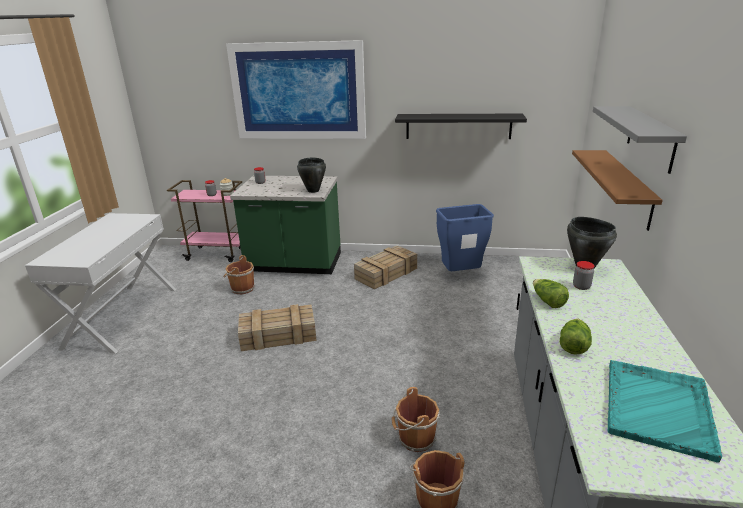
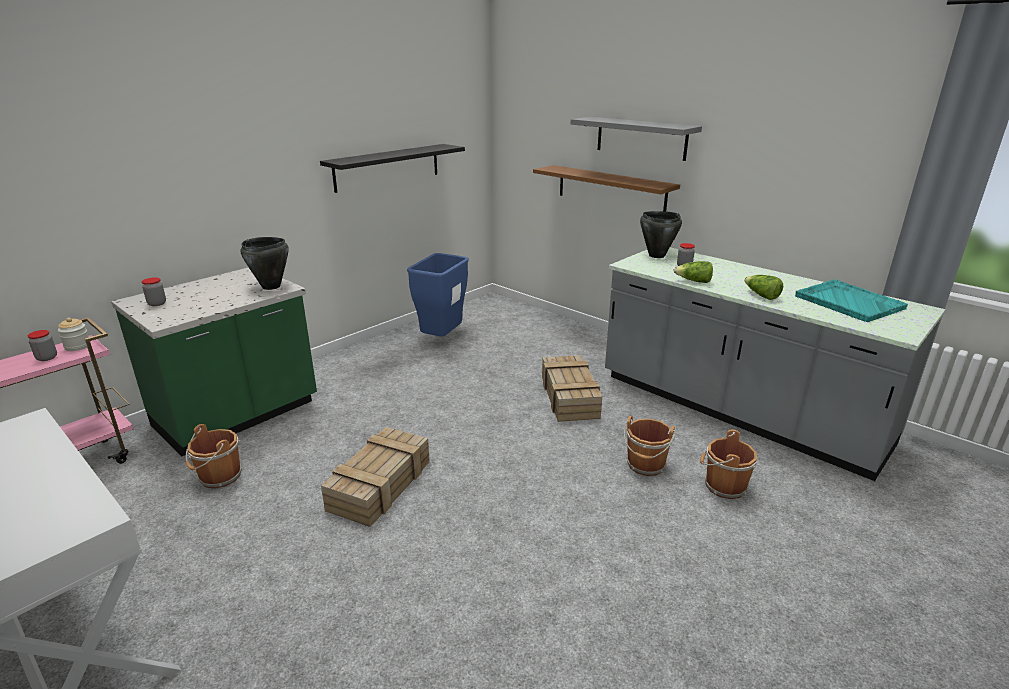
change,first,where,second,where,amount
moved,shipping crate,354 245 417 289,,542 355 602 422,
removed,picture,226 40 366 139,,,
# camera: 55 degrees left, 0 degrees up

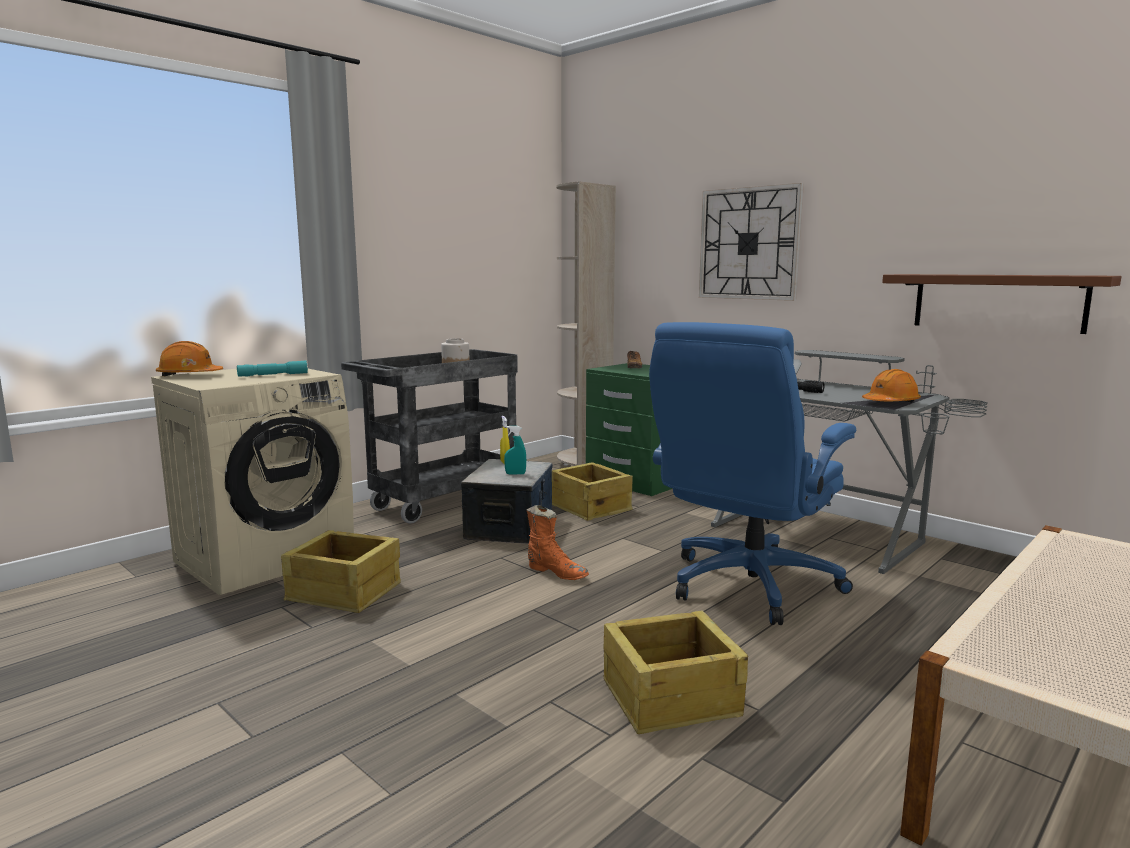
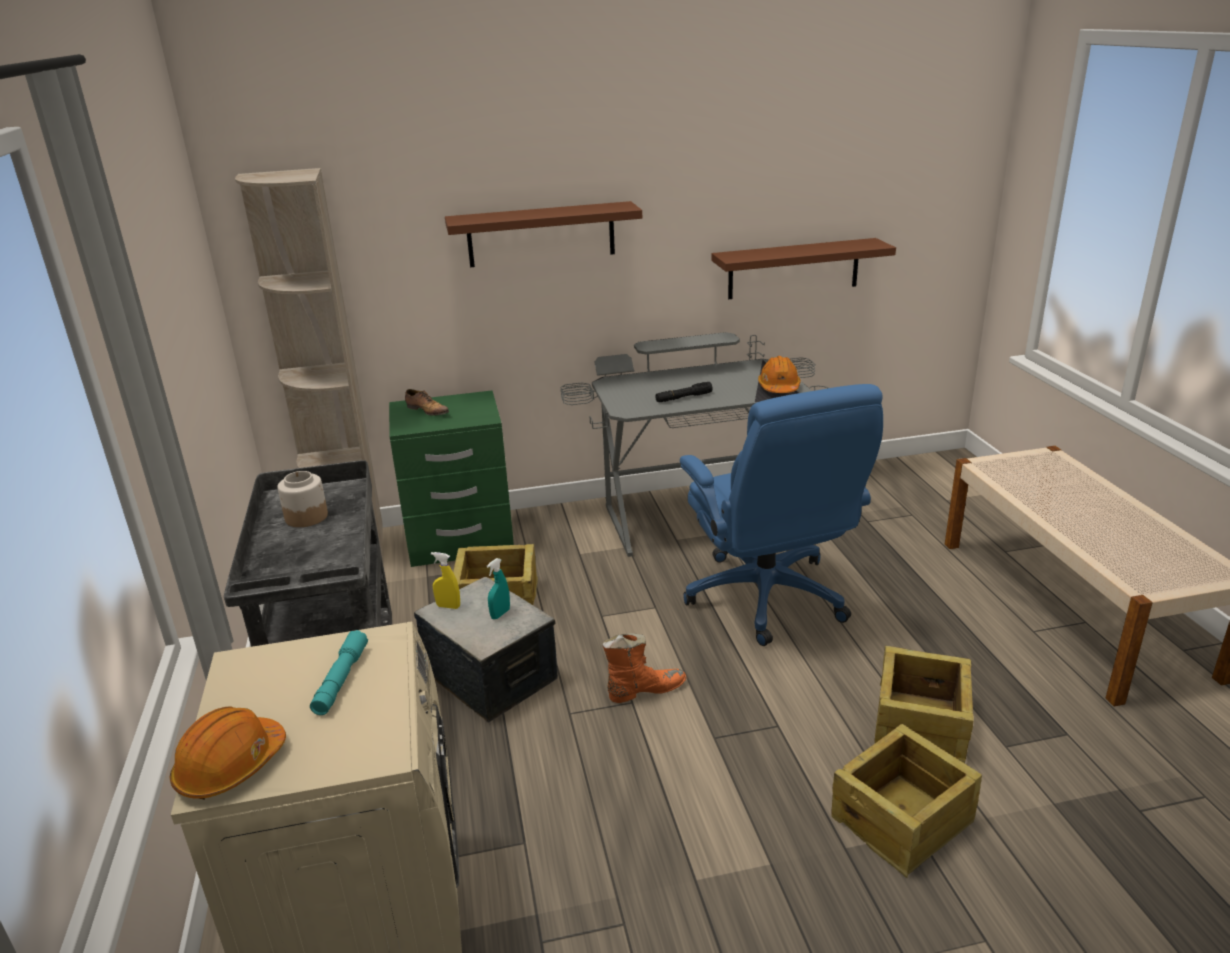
change,first,where,second,where,amount
replaced,wall clock,699 183 804 301,brownish shelf,445 201 642 267,
moved,shipping crate,281 530 401 613,,831 724 982 878,
# camera: 55 degrees left, 15 degrees up

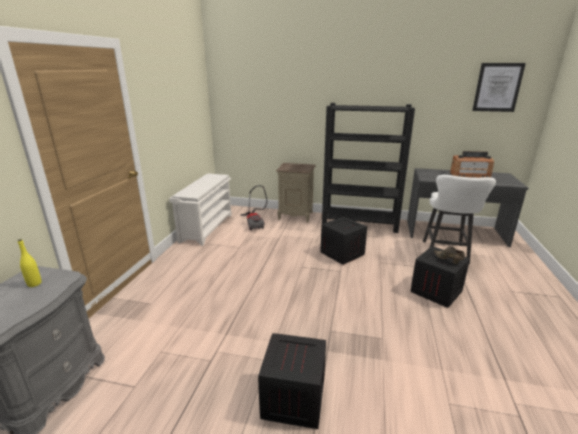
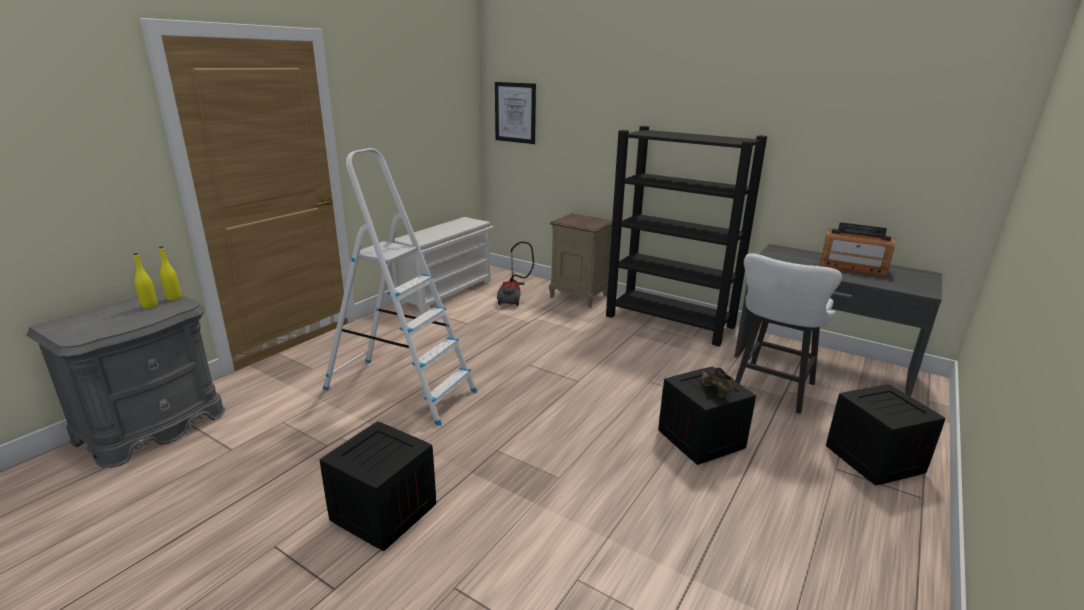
change,first,where,second,where,amount
added,,,yellow-coloured beverage bottle,159 246 181 300,
added,,,white step ladder,323 148 477 426,
moved,picture,472 63 526 112,,495 82 536 144,
moved,shipping crate,321 217 367 265,,826 384 945 486,
# camera: 20 degrees right, 0 degrees up

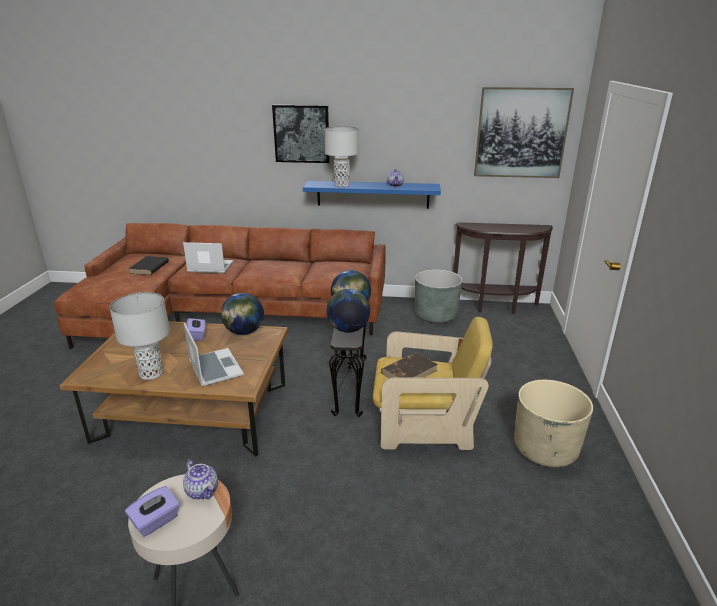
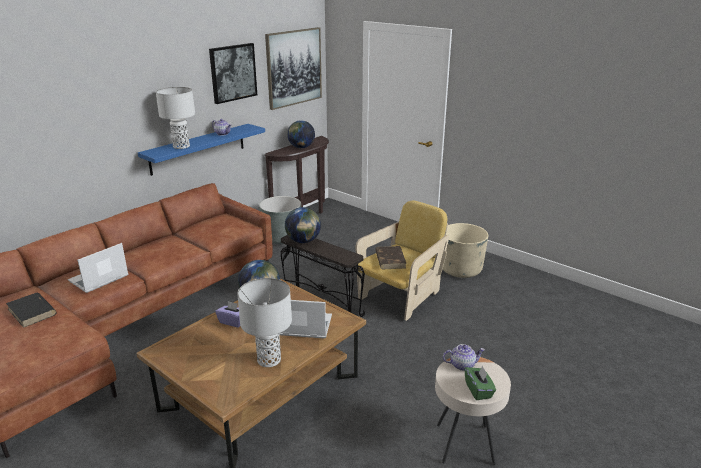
change,first,where,second,where,amount
moved,picture,272 105 330 163,,209 43 257 104,
moved,world globe,327 289 370 333,,287 120 315 148,
recoloured,purple tissue holder,125 486 180 537,green-coloured tissue holder,465 365 496 400,
# camera: 55 degrees left, 0 degrees up

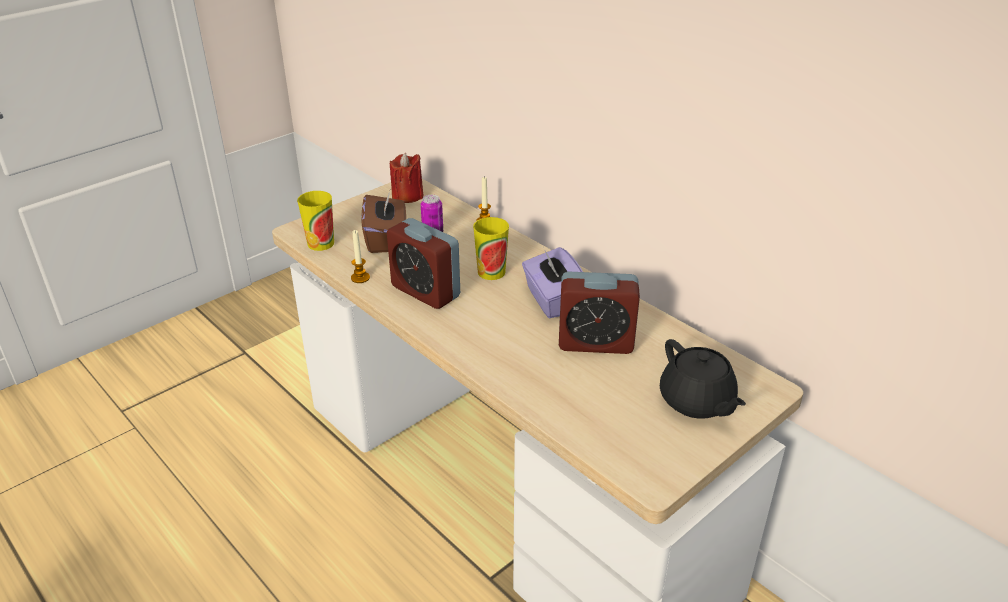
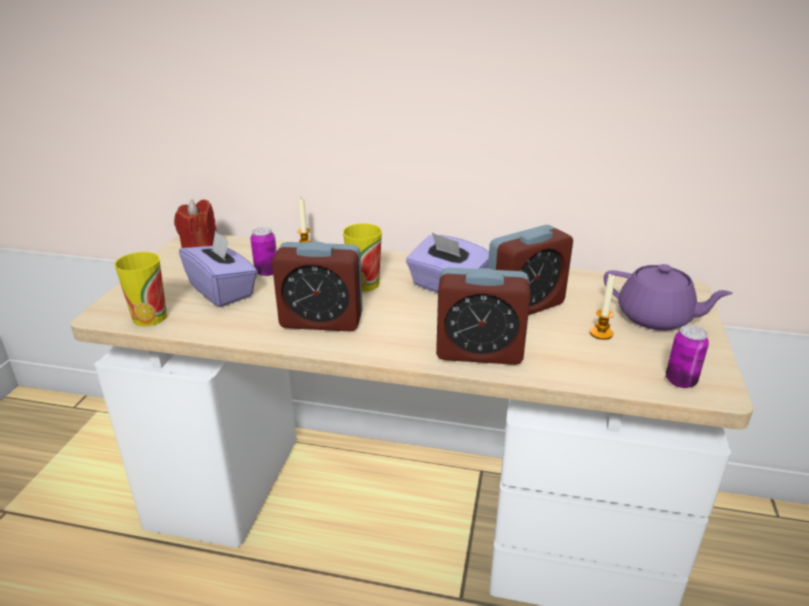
change,first,where,second,where,amount
recoloured,brownish tissue holder,362 188 406 253,purple tissue holder,179 230 258 307,
added,,,table clock,436 268 531 365,
moved,candle,351 230 370 283,,590 274 615 340,
recoloured,black-coloured pot for tea,660 339 746 419,purple pot for tea,604 264 733 331,
added,,,can,666 325 709 388,
# camera: 35 degrees left, 5 degrees down

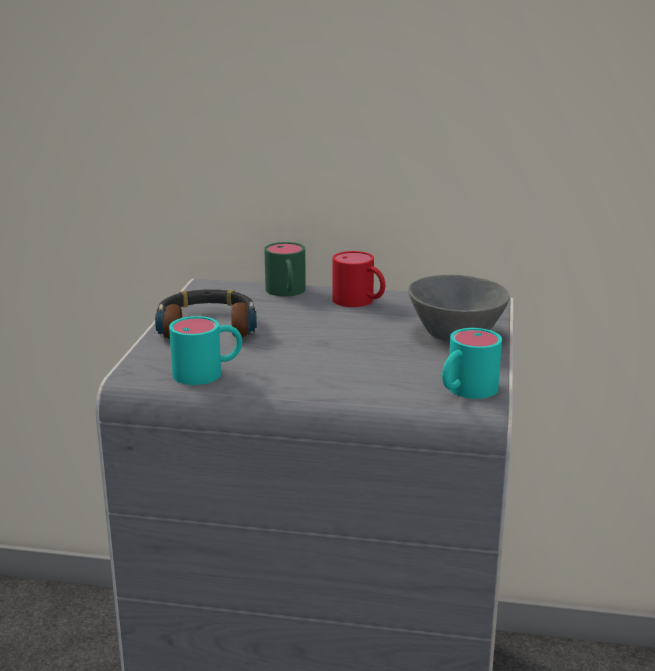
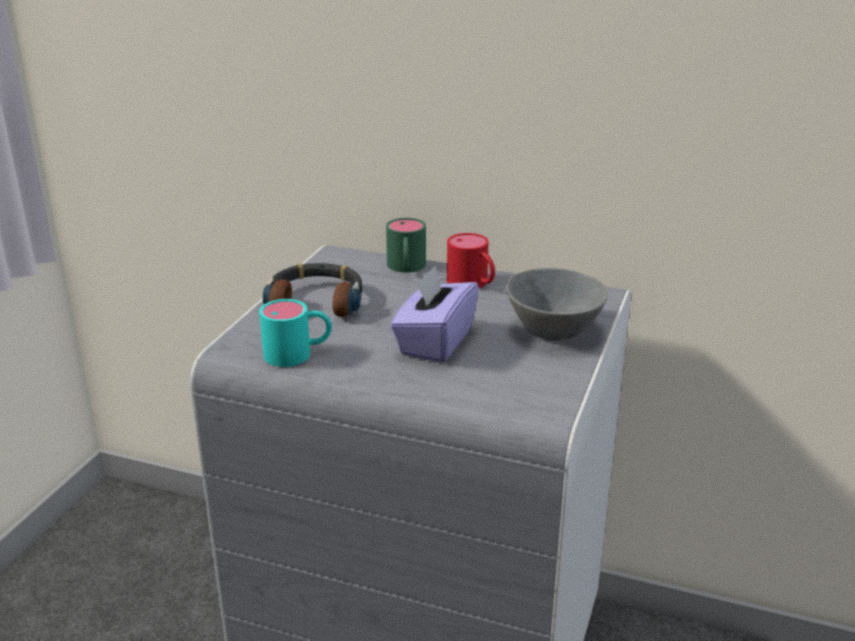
change,first,where,second,where,amount
added,,,purple tissue holder,390 266 479 363,
removed,turquoise-coloured coffee mug,442 328 502 399,,,
# camera: 10 degrees right, 5 degrees up

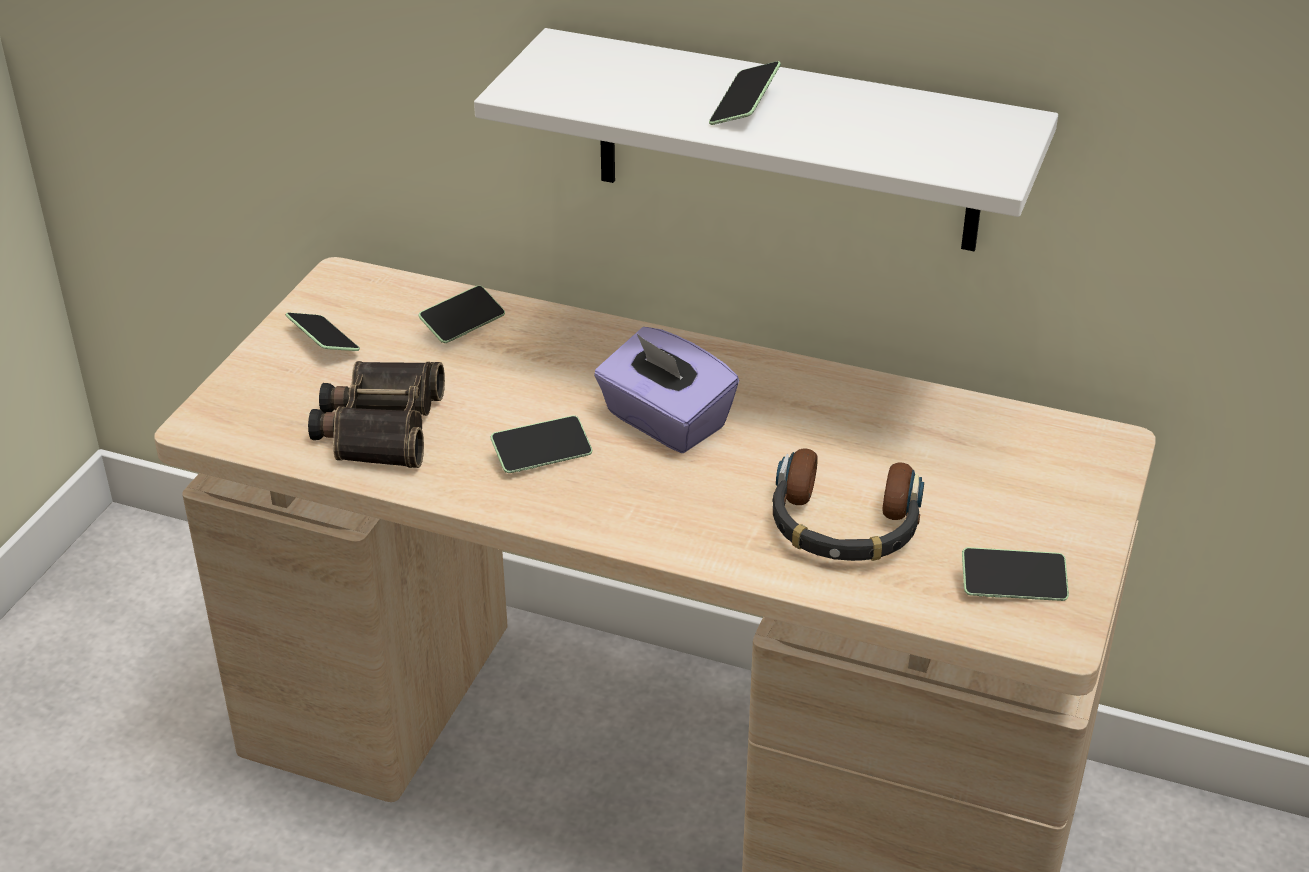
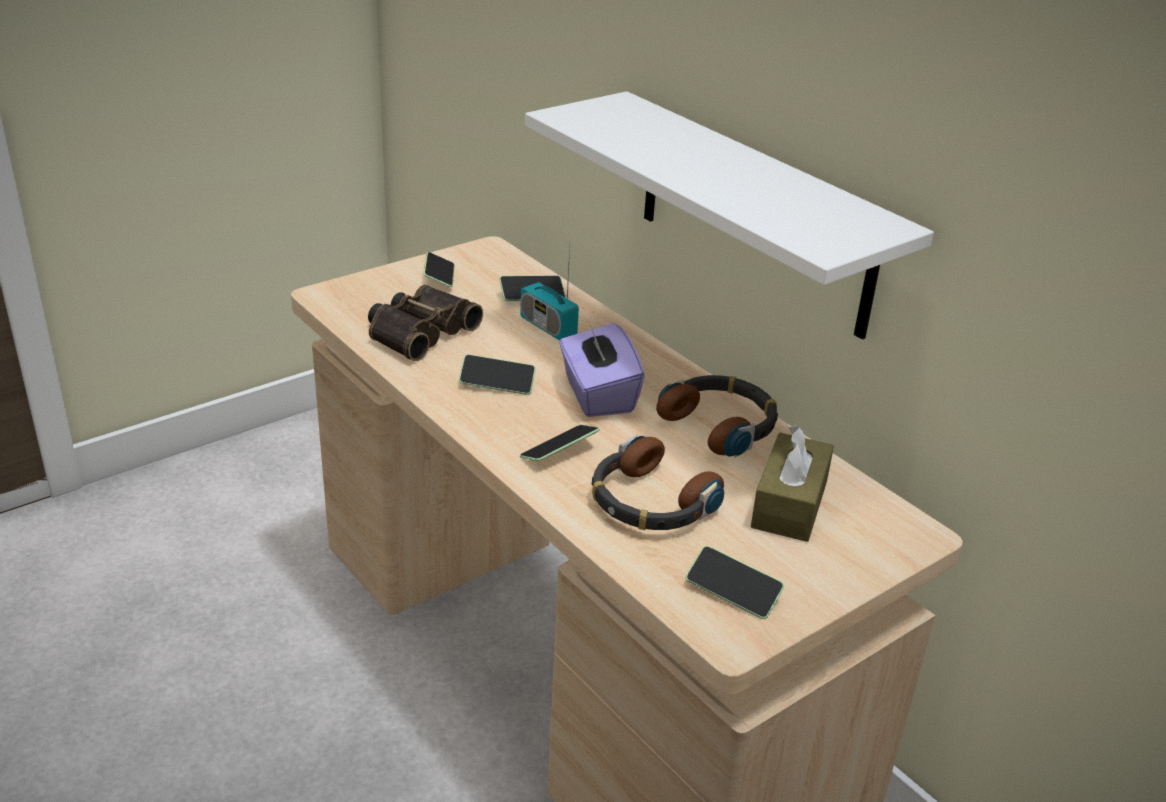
change,first,where,second,where,amount
added,,,radio set,520 247 579 341,
moved,handset,709 61 781 125,,520 425 600 461,
added,,,pair of headphones,656 375 778 458,
added,,,brownish tissue holder,751 425 834 542,
# camera: 30 degrees right, 5 degrees down

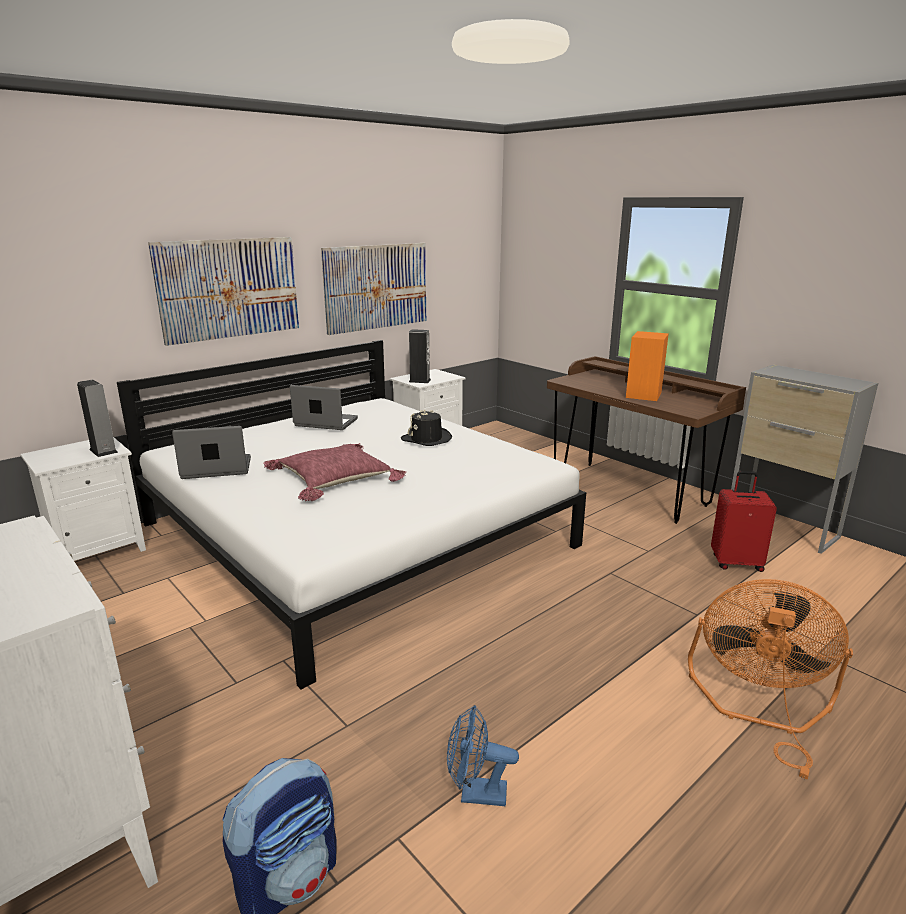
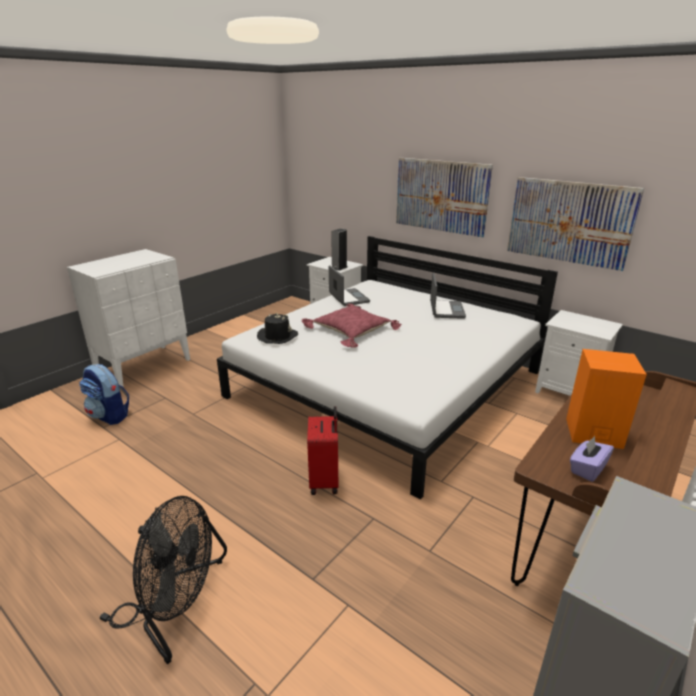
change,first,where,second,where,amount
recoloured,orangey electric fan,688 579 853 779,black-coloured electric fan,100 496 227 665,
moved,black-coloured clothing hat,401 409 452 446,,257 313 298 344,
moved,reddish suitcase,711 471 777 572,,307 406 338 495,
added,,,purple tissue holder,570 436 614 482,
removed,speaker,409 329 431 383,,,
removed,blue electric fan,447 705 519 806,,,
# camera: 80 degrees right, 5 degrees up

